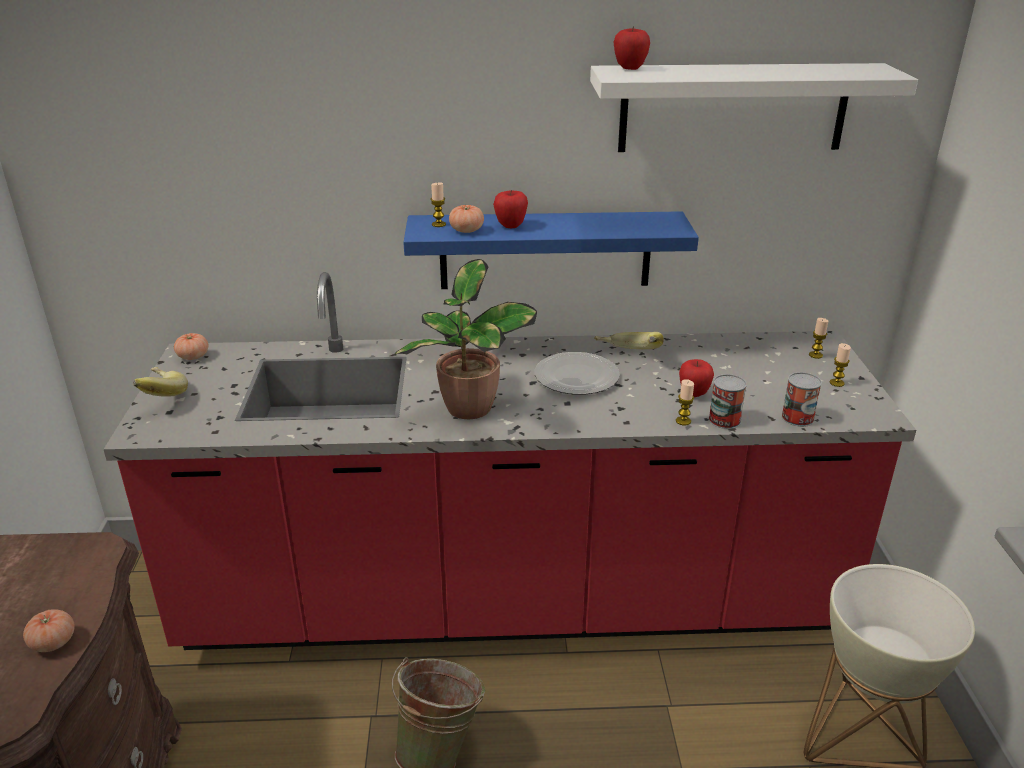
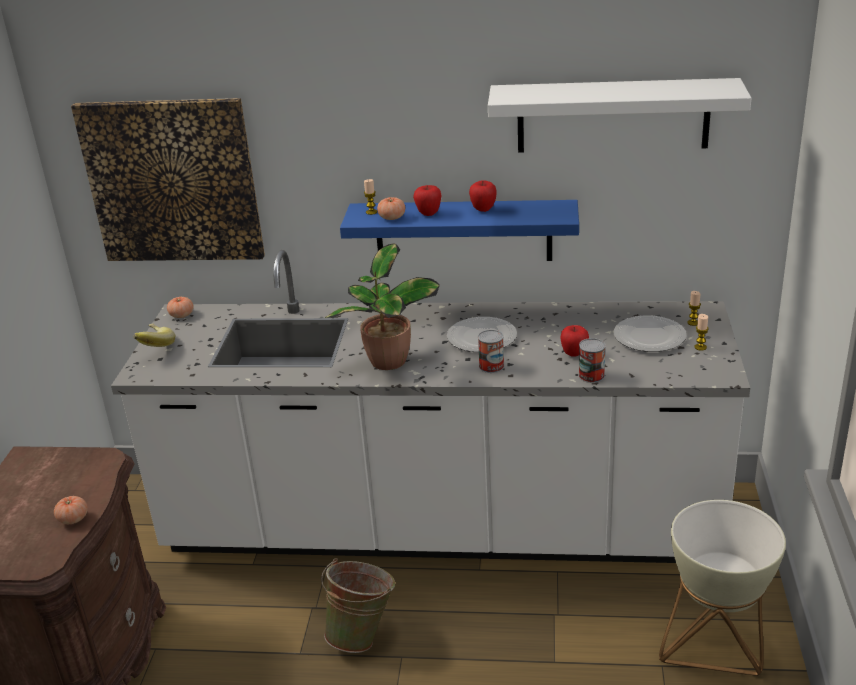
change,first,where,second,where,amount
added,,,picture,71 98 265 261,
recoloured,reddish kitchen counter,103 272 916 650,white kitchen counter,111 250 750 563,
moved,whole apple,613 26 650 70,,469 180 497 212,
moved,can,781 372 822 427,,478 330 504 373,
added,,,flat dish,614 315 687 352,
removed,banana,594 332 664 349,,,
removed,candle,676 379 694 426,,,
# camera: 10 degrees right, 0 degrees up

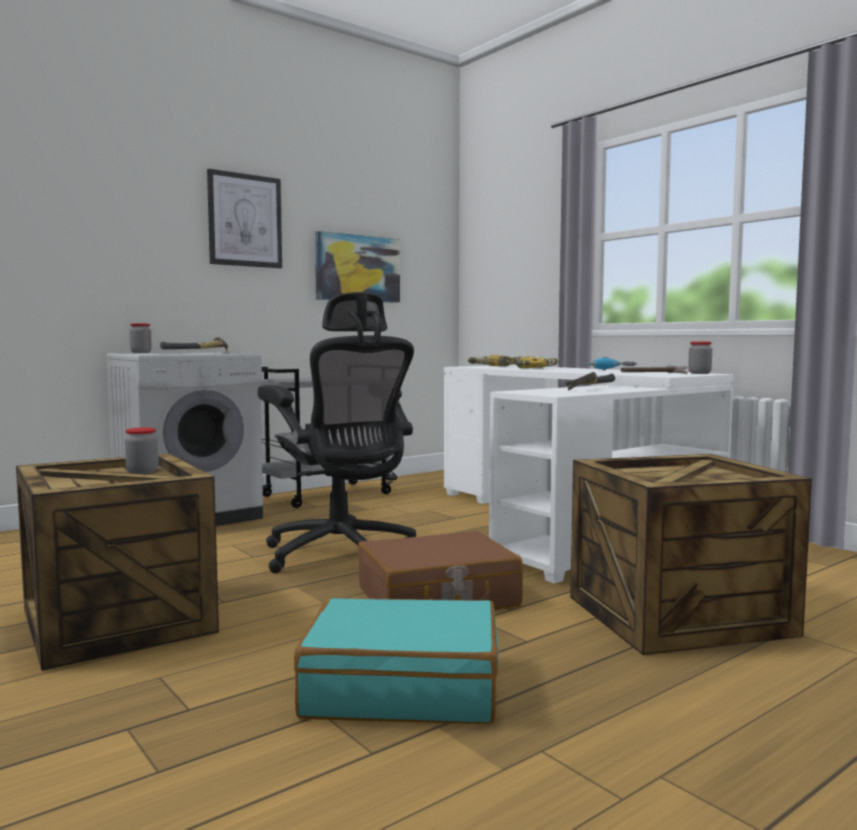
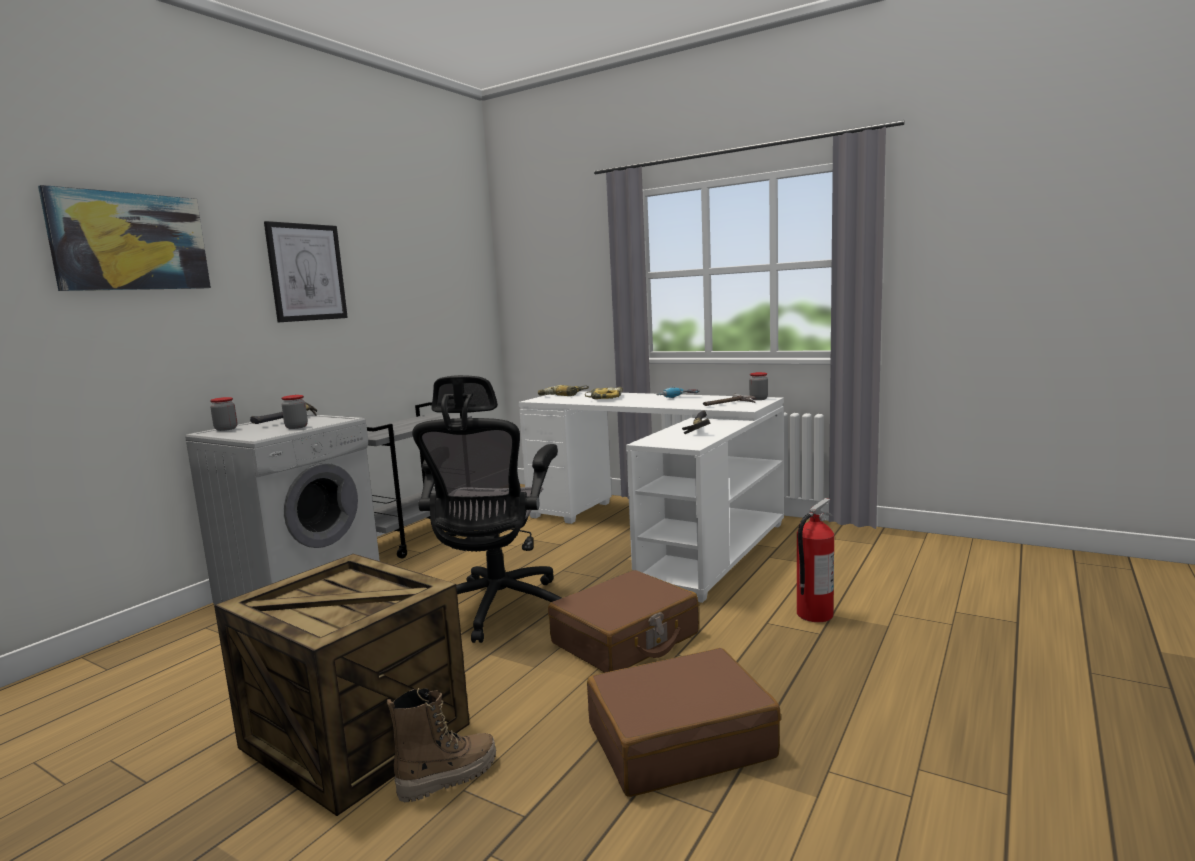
change,first,where,second,where,amount
moved,picture,315 231 400 303,,38 185 211 291,
moved,storage jar,125 427 159 474,,281 395 308 429,
added,,,boot,387 688 496 802,
turned,office chair,258 292 416 573,,412 375 561 643,60 degrees clockwise
recoloured,turquoise-coloured suitcase,294 598 498 724,brownish suitcase,587 648 781 797,
replaced,shipping crate,570 454 812 655,fire extinguisher,797 498 834 622,
# camera: 20 degrees left, 5 degrees up

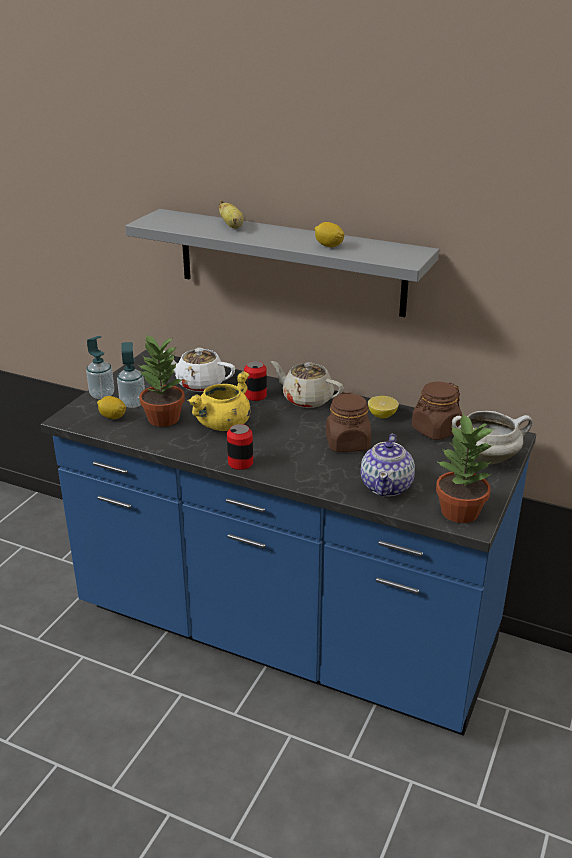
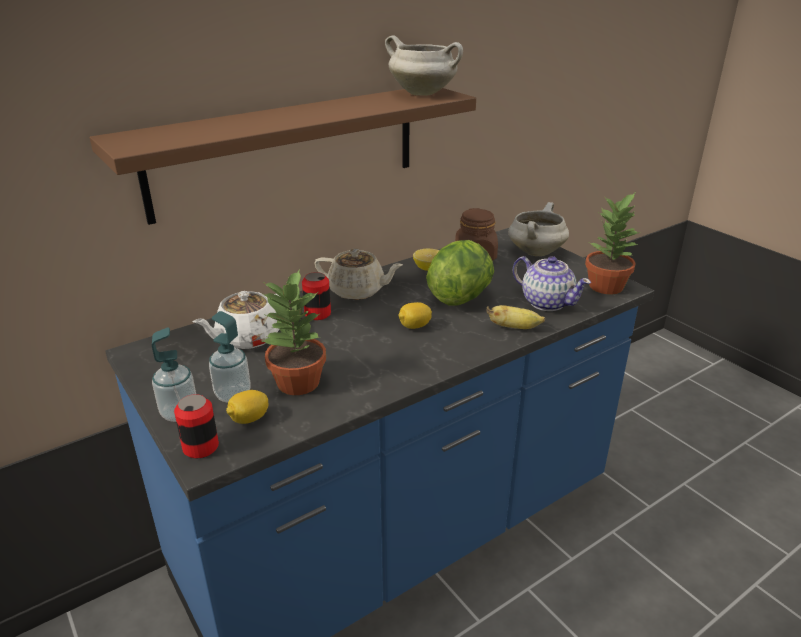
change,first,where,second,where,amount
recoloured,grey shelf,125 209 439 317,brownish shelf,90 88 476 225,
moved,can,227 424 253 470,,174 394 219 458,
turned,beige-coloured pot for tea,271 361 344 408,,314 248 403 300,135 degrees counterclockwise
added,,,white saucepot,385 35 463 96,
moved,whole lemon,315 222 344 248,,398 302 432 329,
replaced,brownish storage jar,326 392 371 452,lettuce head,426 240 494 305,
moved,banana,219 200 244 229,,486 305 545 329,
removed,yellow-coloured saucepot,188 371 250 431,,,
# camera: 60 degrees left, 0 degrees up

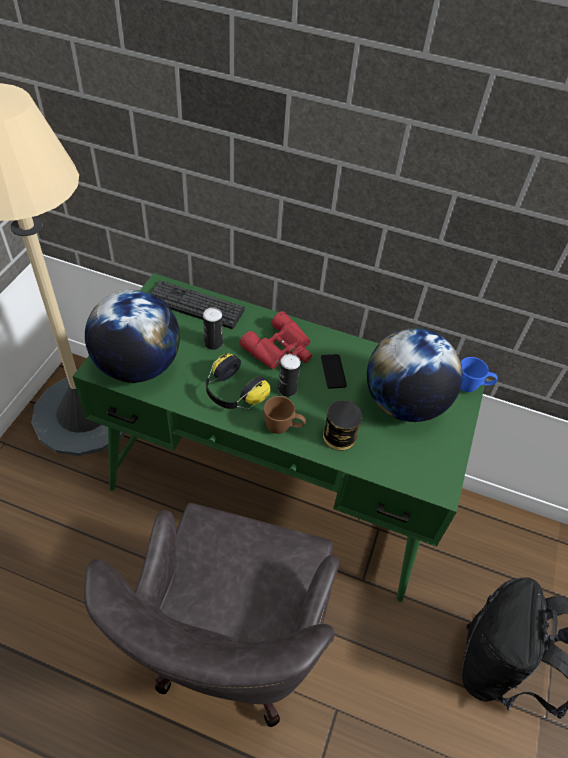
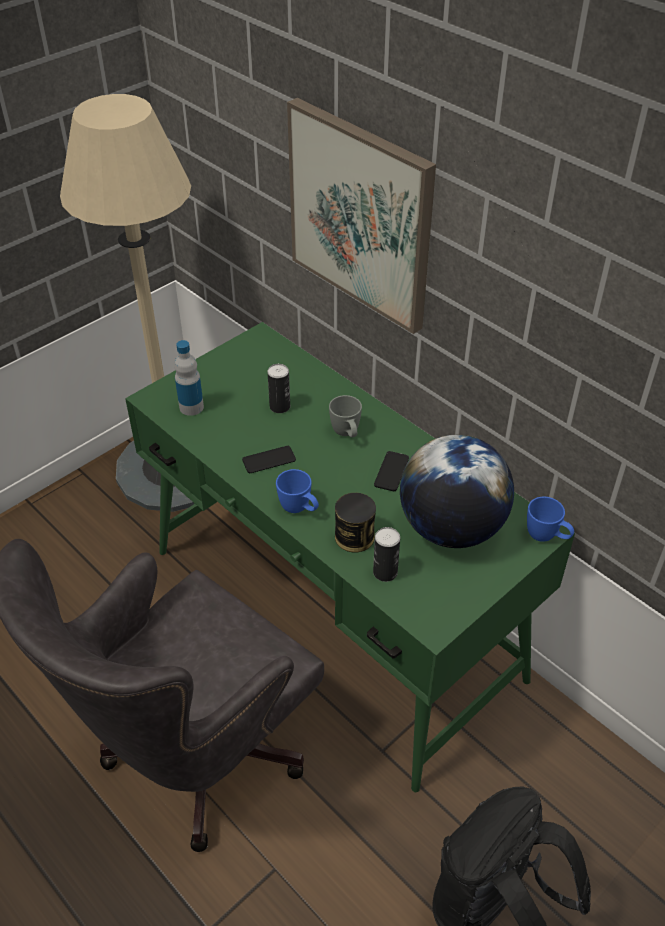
change,first,where,second,where,amount
replaced,world globe,85 290 180 383,beverage bottle,174 340 204 416,
replaced,pair of headphones,206 353 270 409,handset,242 446 296 473,
recoloured,brownish coffee mug,264 396 306 434,blue coffee mug,276 469 319 513,
added,,,picture,287 98 436 334,
replaced,reddish field glasses,240 311 312 369,grey coffee mug,329 395 362 437,
moved,can,278 354 301 397,,373 527 400 582,
removed,computer keyboard,150 281 245 329,,,
# camera: 30 degrees right, 5 degrees down

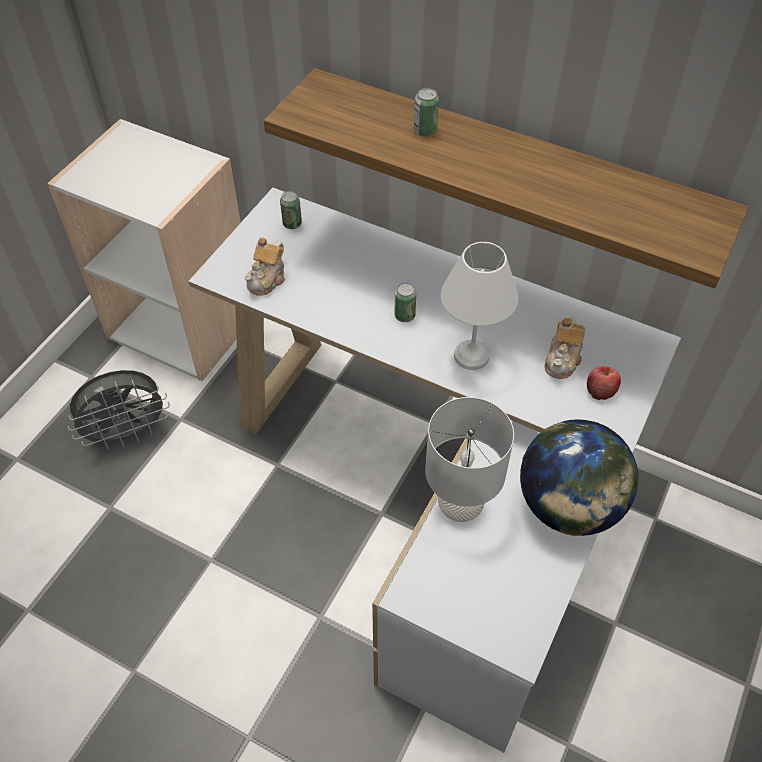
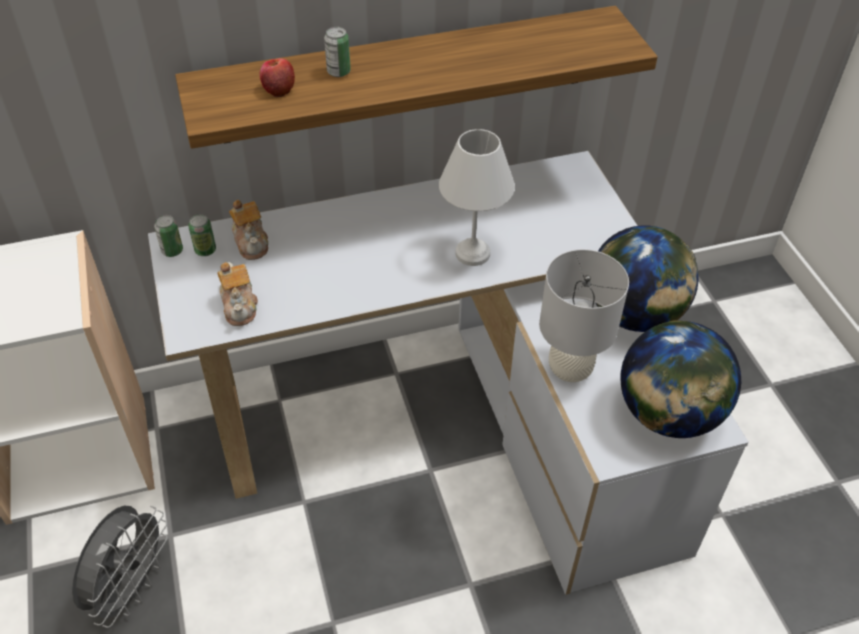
change,first,where,second,where,amount
moved,can,394 283 416 322,,154 215 183 257,
moved,pot for tea,544 317 585 379,,229 200 268 260,
moved,whole apple,587 366 621 400,,260 58 295 97,
added,,,world globe,620 320 741 438,
# camera: 45 degrees left, 5 degrees down

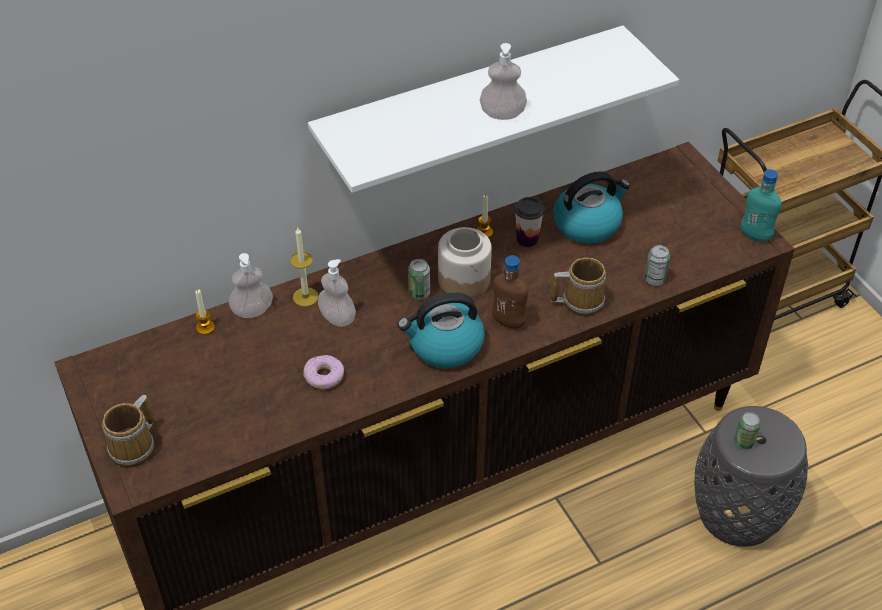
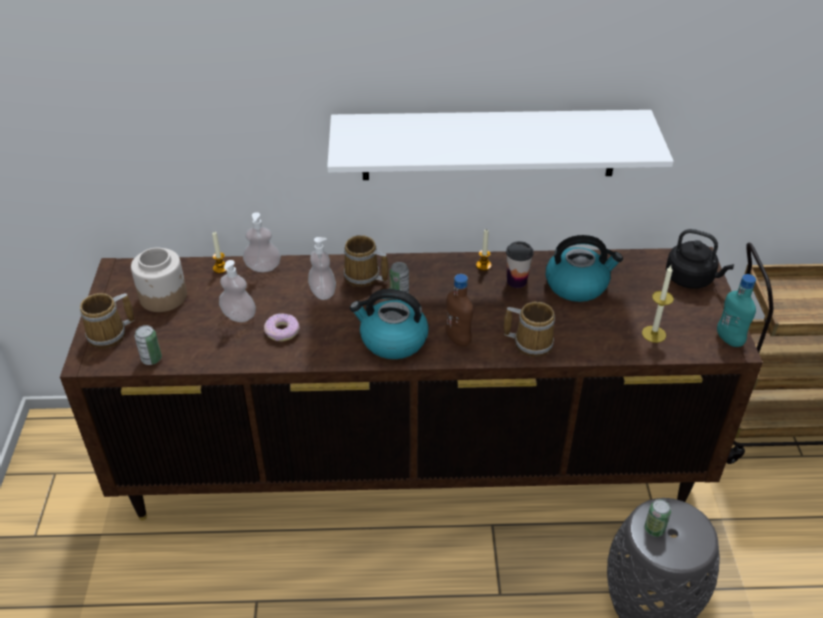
change,first,where,second,where,amount
moved,storage jar,438 227 492 298,,131 248 187 312,
moved,can,645 245 670 286,,134 325 162 365,
moved,liquid soap bottle,480 43 527 120,,219 260 256 322,
added,,,coffee mug,344 235 388 287,
moved,candle,290 228 319 307,,642 265 674 343,
added,,,black-coloured tea kettle,666 229 734 289,
# camera: 25 degrees right, 5 degrees down

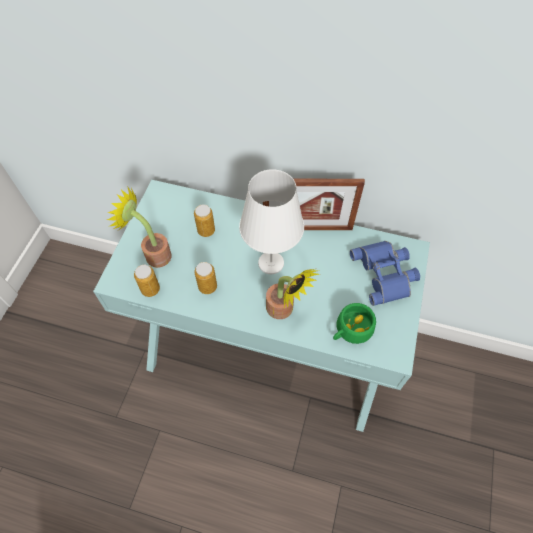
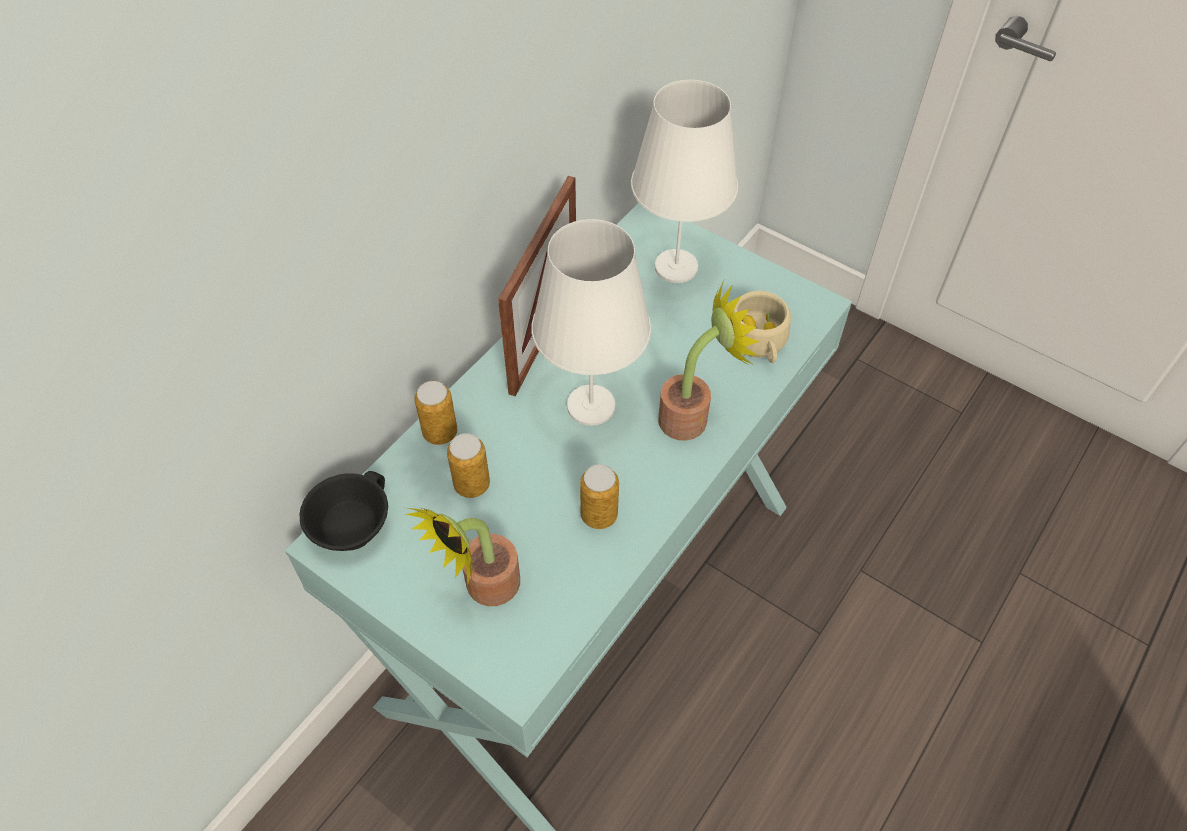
change,first,where,second,where,amount
added,,,black-coloured drinking cup,300 471 388 551,
moved,can,134 265 160 297,,415 381 457 445,
replaced,blue field glasses,350 241 420 306,white table lamp,631 80 738 283,
recoloured,green-coloured drinking cup,333 303 376 344,beige-coloured drinking cup,732 291 791 363,
# camera: 70 degrees left, 5 degrees down

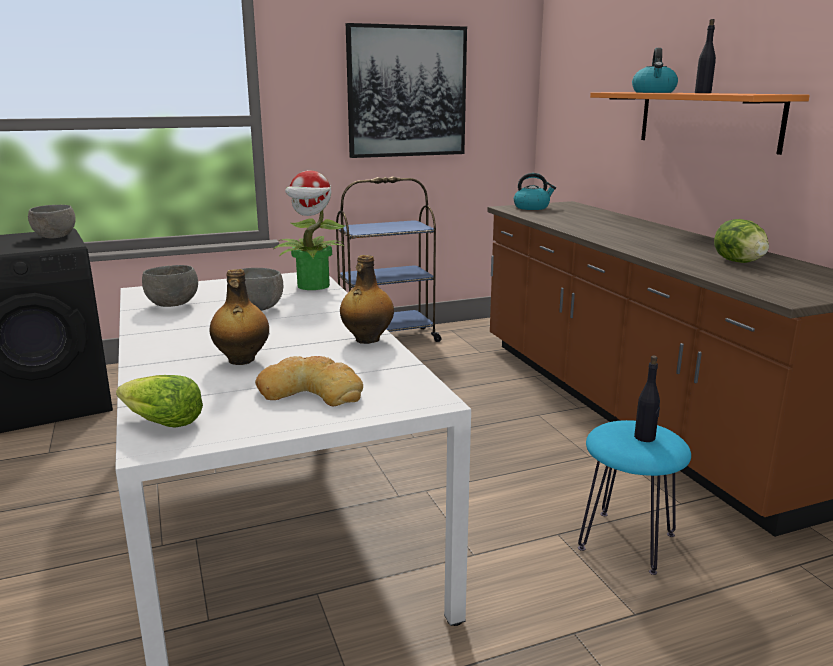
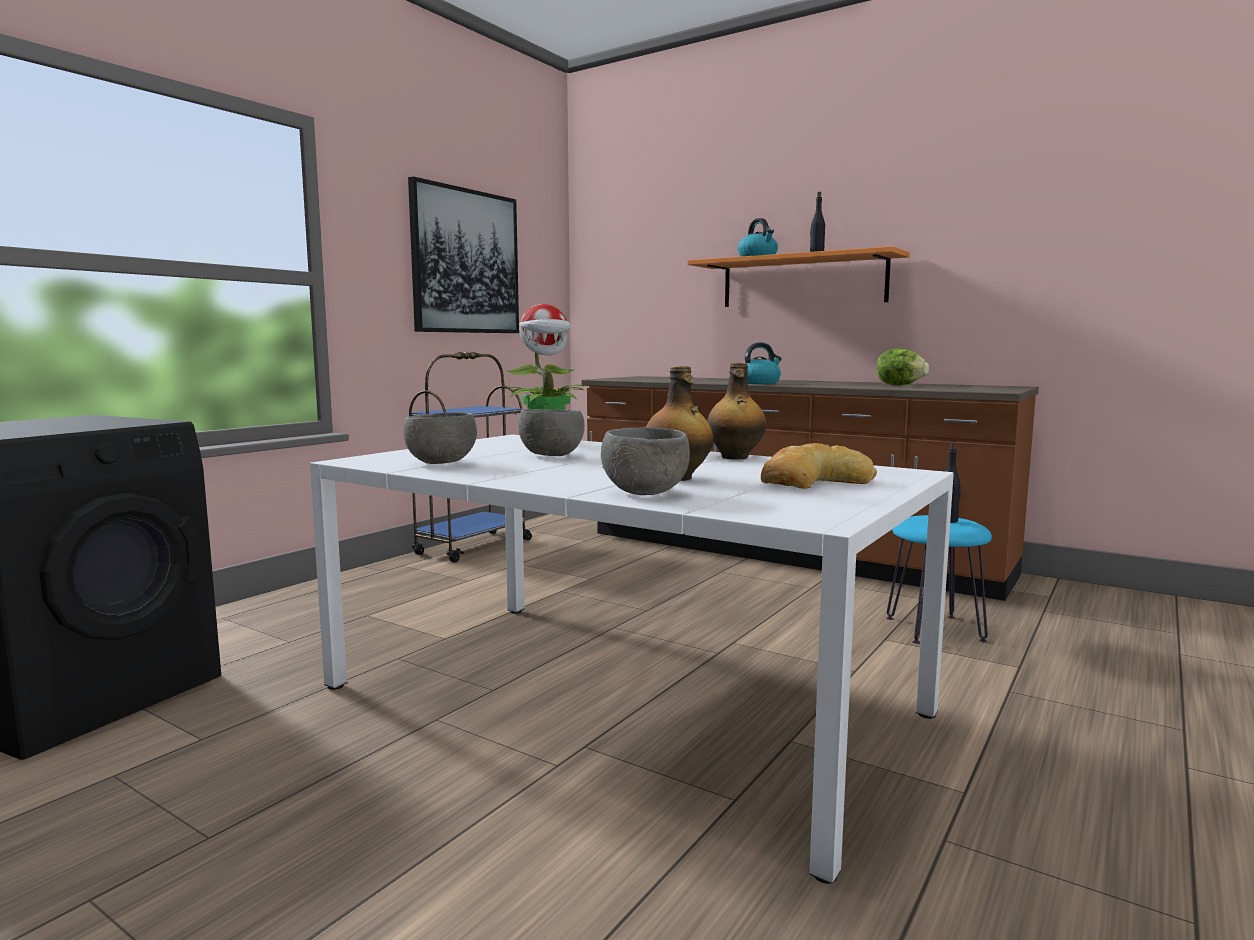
change,first,where,second,where,amount
moved,grey bowl,28 205 75 239,,601 428 690 495,
moved,tea kettle,514 173 556 210,,744 342 782 384,
removed,lettuce head,116 375 203 428,,,
# camera: 35 degrees left, 10 degrees down

